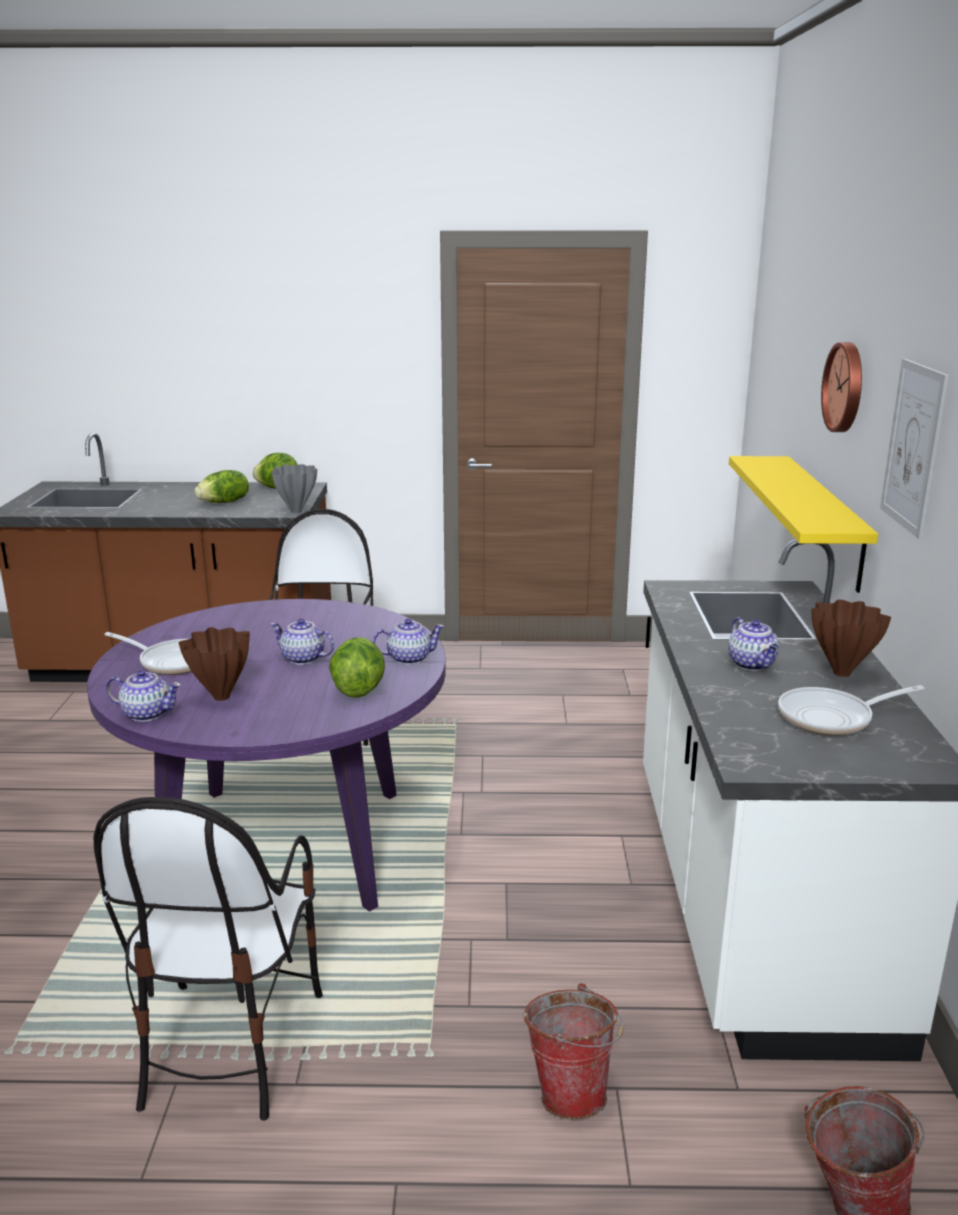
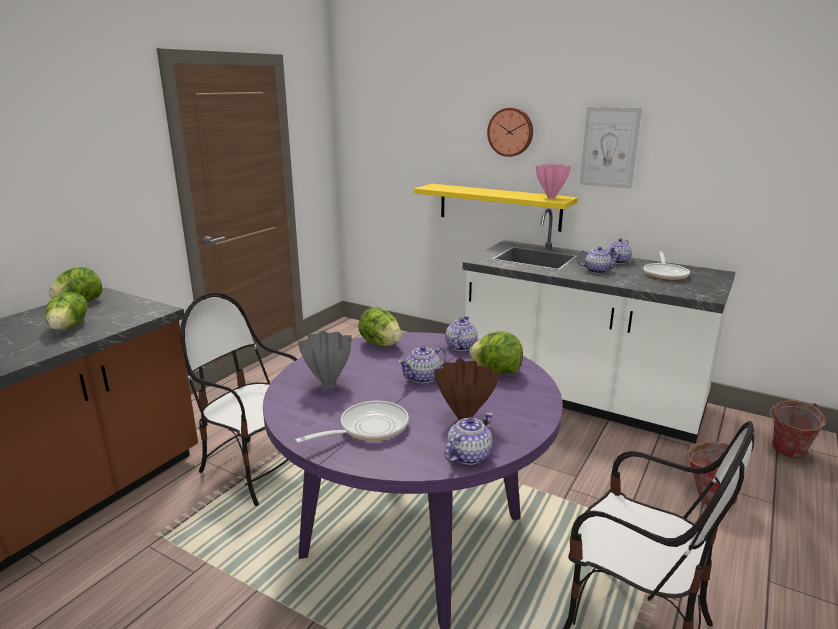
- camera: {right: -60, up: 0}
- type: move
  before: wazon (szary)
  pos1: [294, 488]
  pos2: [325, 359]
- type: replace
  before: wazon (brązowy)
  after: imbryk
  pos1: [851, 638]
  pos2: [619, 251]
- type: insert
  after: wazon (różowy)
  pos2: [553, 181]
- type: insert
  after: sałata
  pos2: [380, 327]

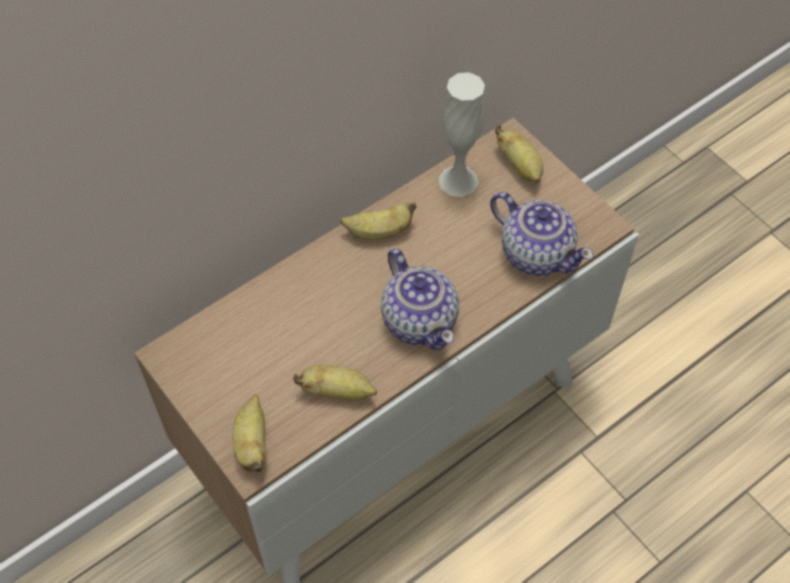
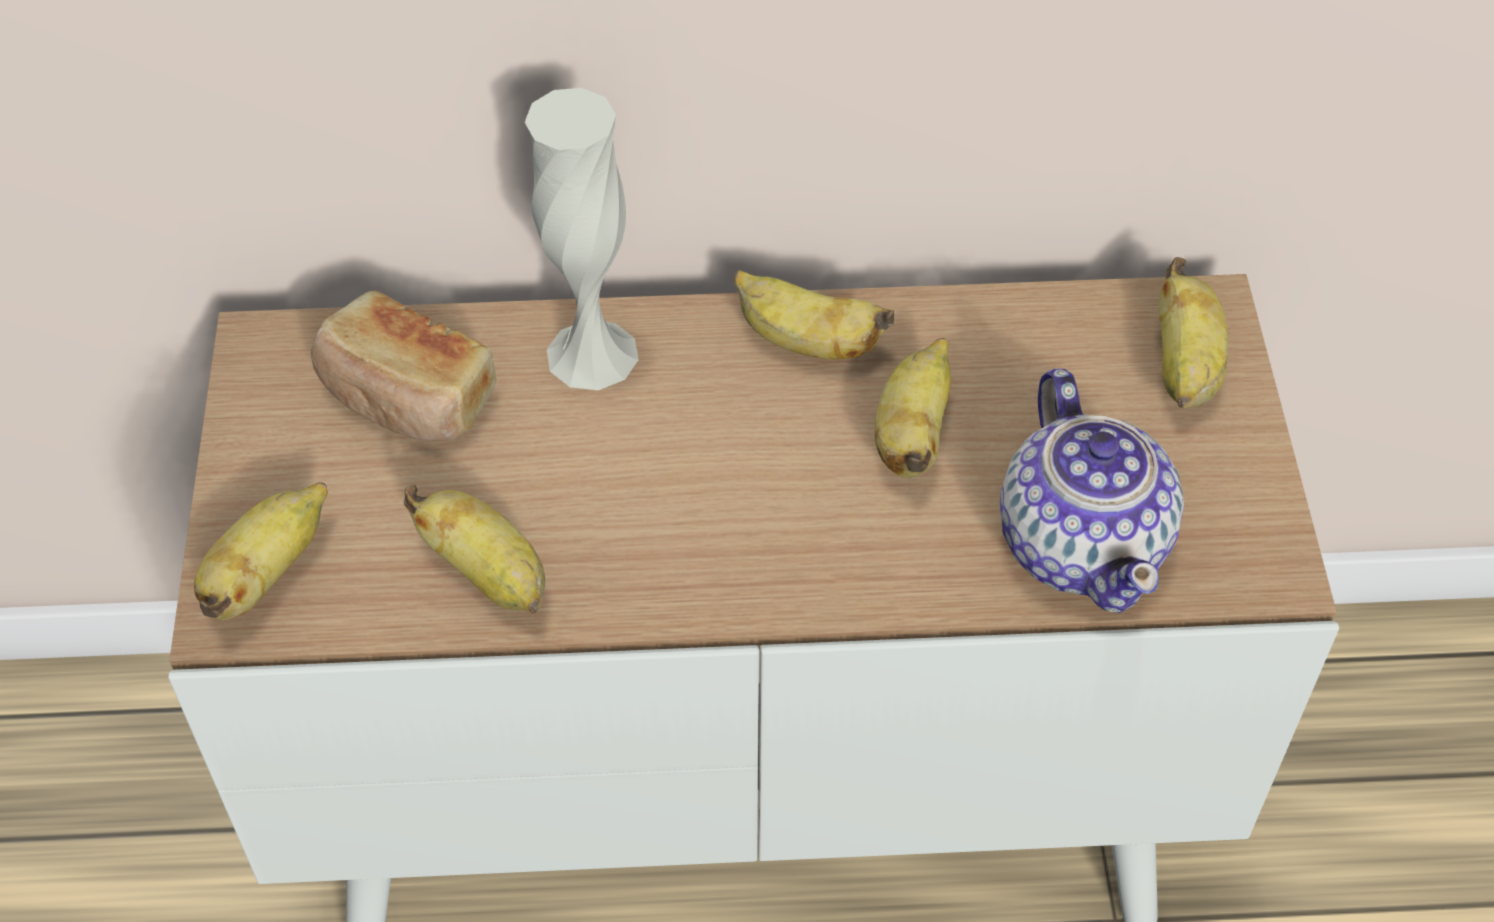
- camera: {right: 35, up: -5}
- type: move
  before: wazon (biały)
  pos1: [462, 134]
  pos2: [582, 239]
- type: delete
  before: imbryk
  pos1: [420, 299]
- type: insert
  after: chleb
  pos2: [404, 365]
- type: insert
  after: banan
  pos2: [912, 408]

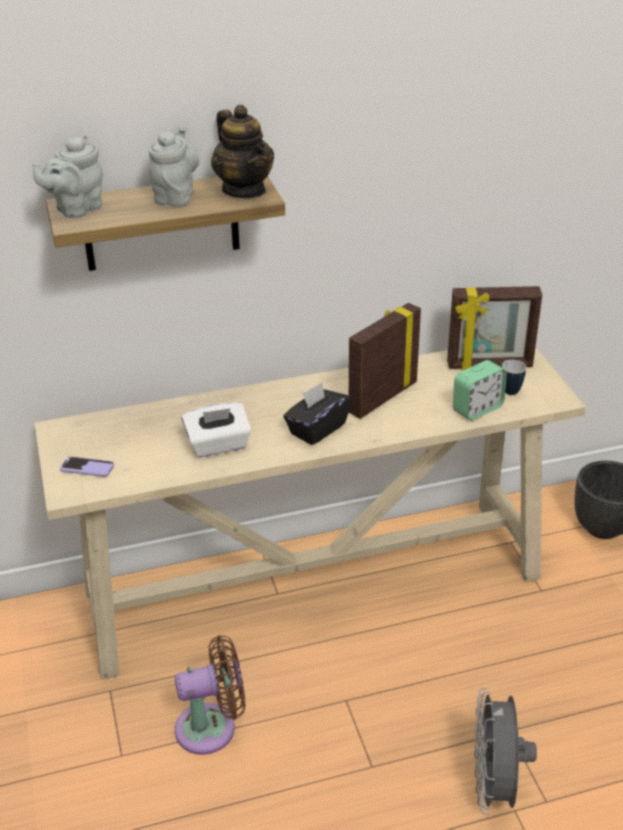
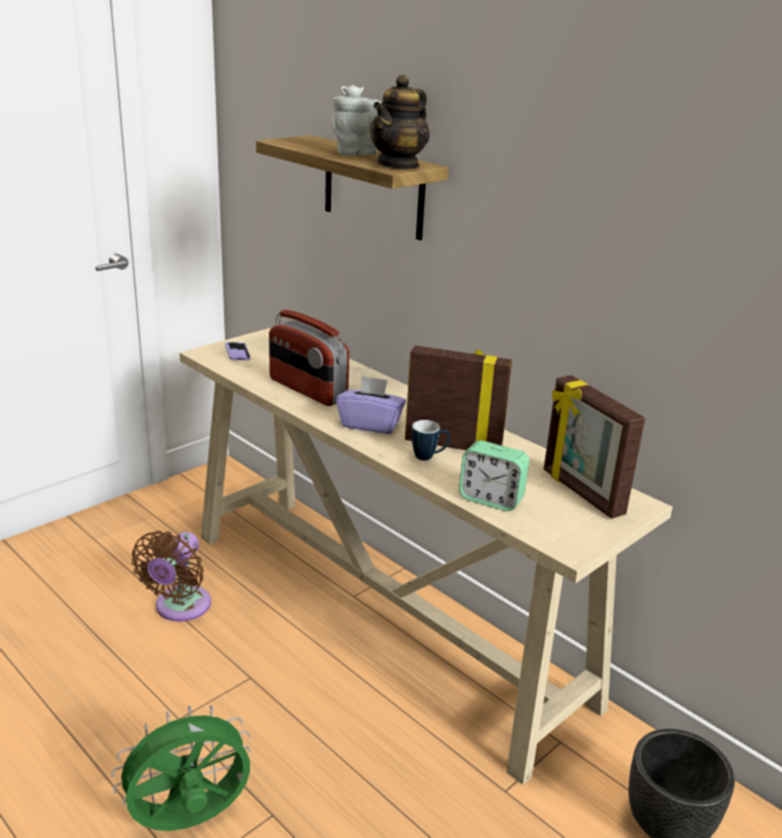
- camera: {right: 60, up: -10}
- type: delete
  before: imbryk (szary)
  pos1: [68, 176]
- type: move
  before: kubek
  pos1: [514, 377]
  pos2: [431, 440]
- type: recolor
  before: pudełko chusteczek (czarny)
  after: pudełko chusteczek (fioletowy)
  pos1: [317, 413]
  pos2: [371, 404]
- type: replace
  before: pudełko chusteczek (biały)
  after: radio
  pos1: [217, 430]
  pos2: [309, 358]
- type: rotate
  before: wentylator (brązowy)
  pos1: [210, 695]
  pos2: [171, 576]
  turn: 60
- type: recolor
  before: wentylator (szary)
  after: wentylator (zielony)
  pos1: [505, 751]
  pos2: [181, 768]

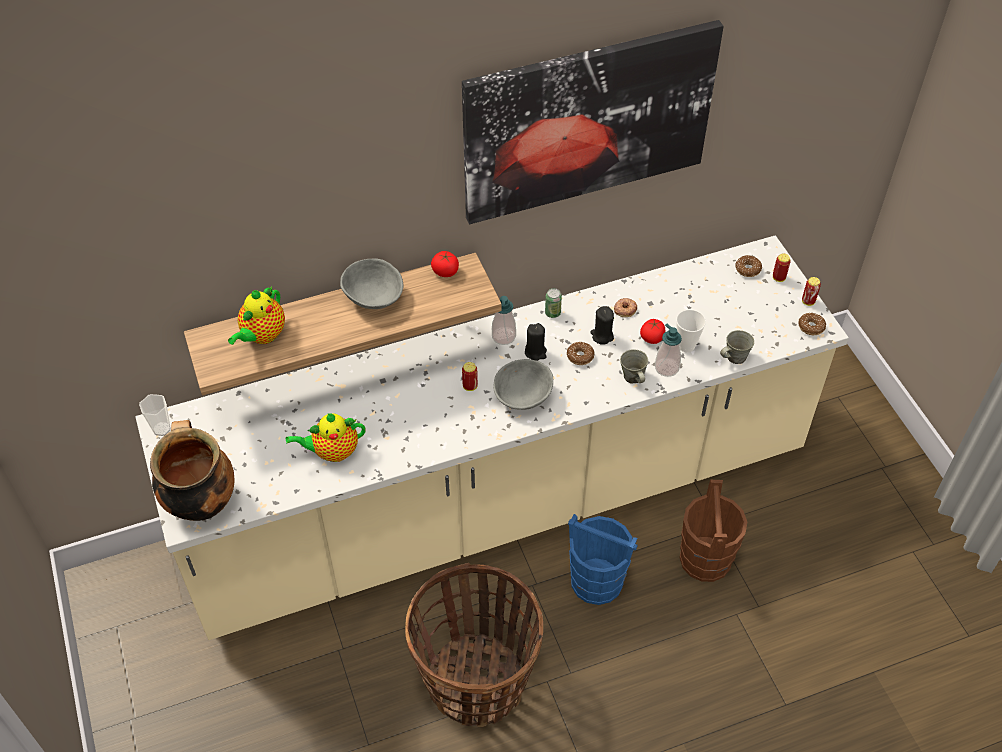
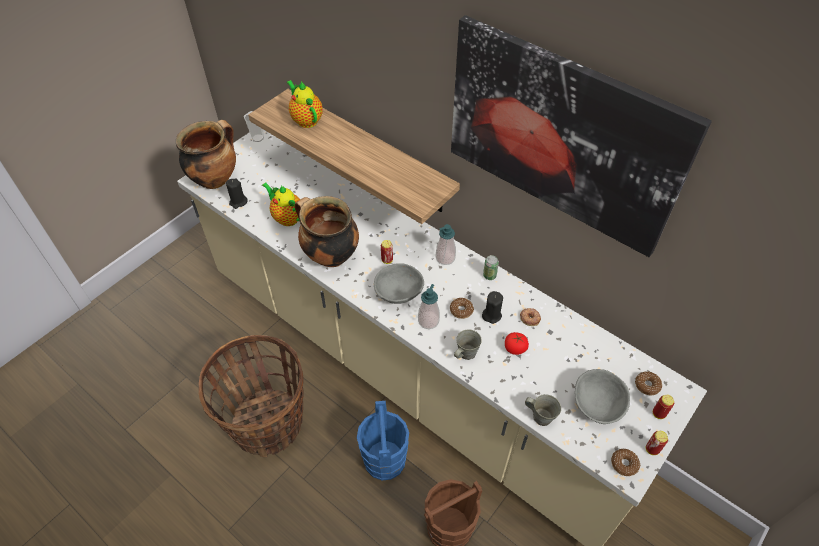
- camera: {right: 60, up: 0}
- type: delete
  before: pomidor
  pos1: [445, 264]
- type: move
  before: miska (szary)
  pos1: [371, 284]
  pos2: [602, 396]
- type: rotate
  before: imbryk
  pos1: [256, 315]
  pos2: [305, 104]
  turn: 60
- type: delete
  before: filiżanka
  pos1: [691, 330]
- type: move
  before: świeca (czarny)
  pos1: [536, 342]
  pos2: [237, 194]
- type: move
  before: dozownik mydła
  pos1: [668, 350]
  pos2: [429, 306]
- type: insert
  after: garnek
  pos2: [327, 231]

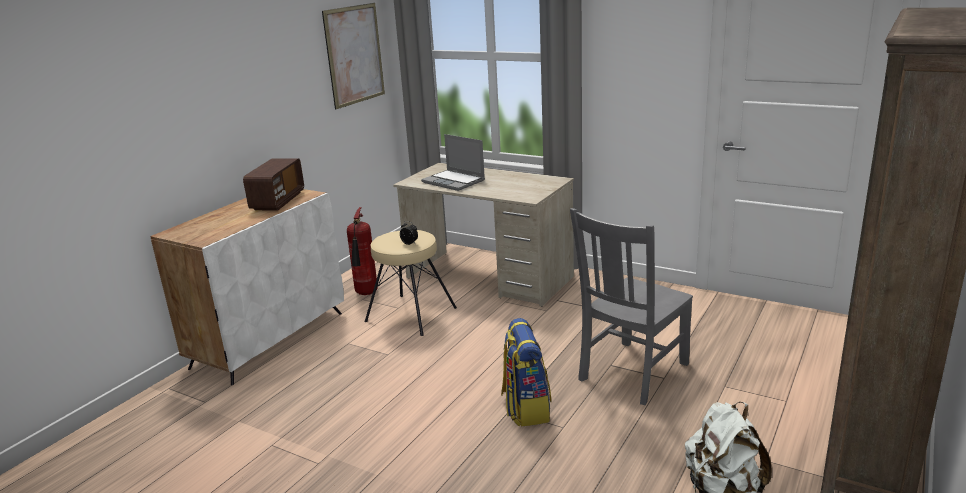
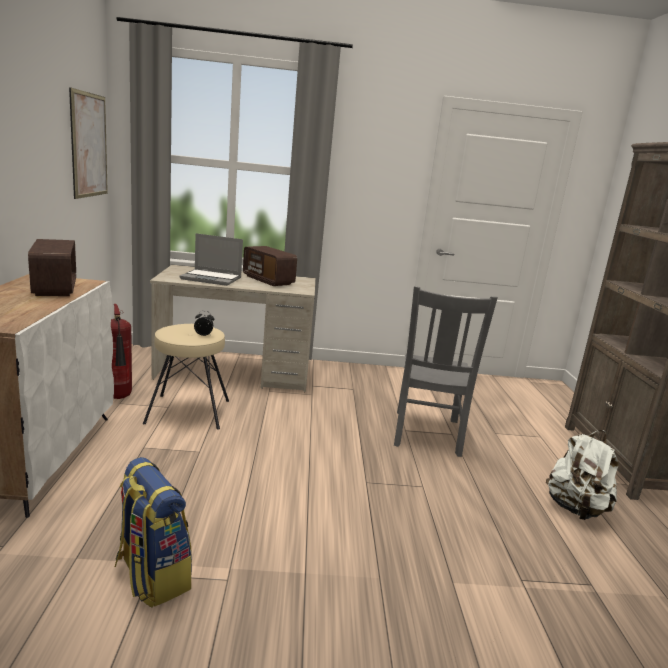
- camera: {right: -35, up: -5}
- type: move
  before: plecak
  pos1: [526, 372]
  pos2: [153, 532]
- type: insert
  after: radio
  pos2: [270, 266]

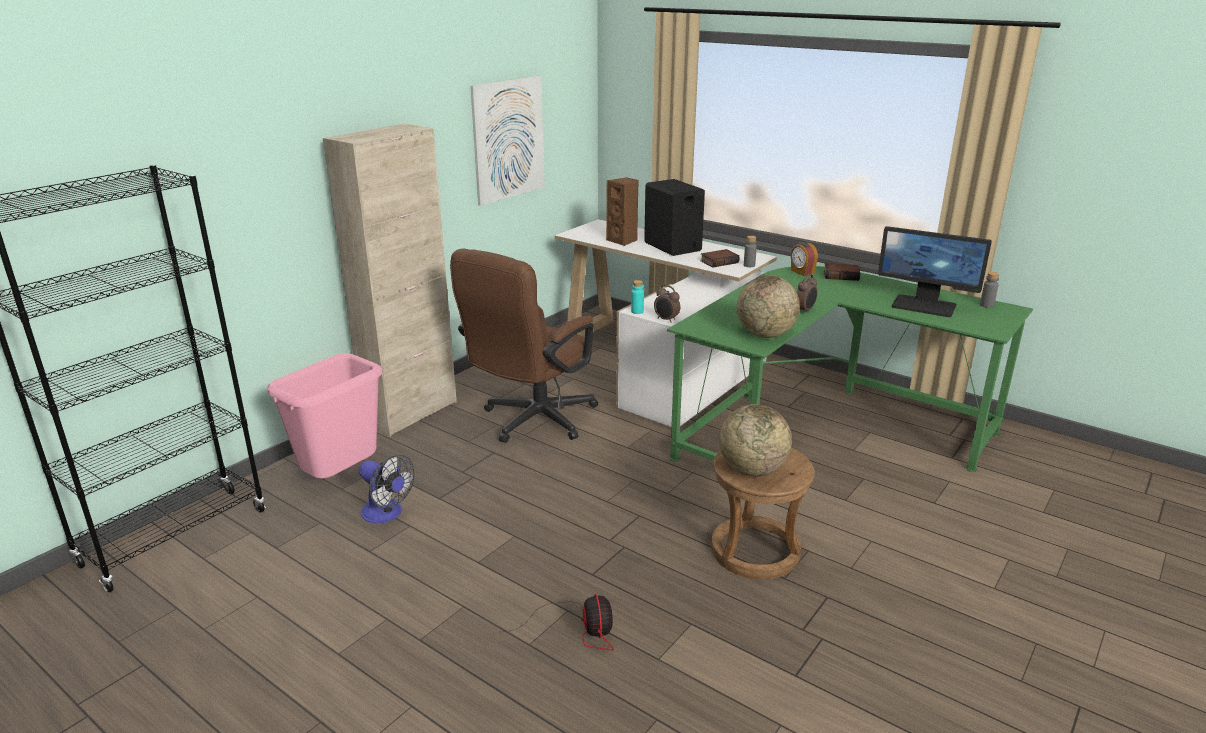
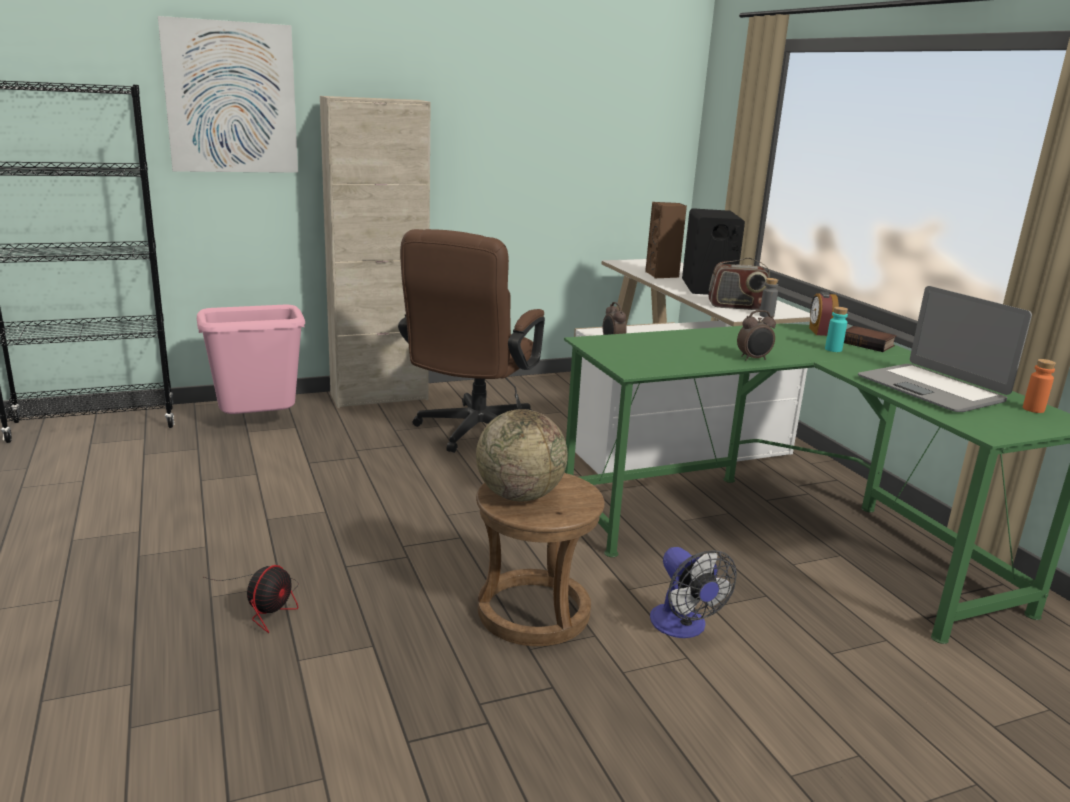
- camera: {right: 30, up: -5}
- type: move
  before: obraz
  pos1: [507, 141]
  pos2: [228, 94]
- type: replace
  before: monitor
  after: laptop
  pos1: [935, 271]
  pos2: [945, 349]
- type: rotate
  before: krzesło biurowe (brązowy)
  pos1: [524, 346]
  pos2: [471, 341]
  turn: -45
- type: replace
  before: książka
  after: radio
  pos1: [720, 258]
  pos2: [739, 284]
- type: recolor
  before: butelka (szary)
  after: butelka (pomarańczowy)
  pos1: [989, 290]
  pos2: [1039, 386]
- type: delete
  before: globus
  pos1: [768, 306]
- type: move
  before: butelka (turkusowy)
  pos1: [637, 297]
  pos2: [836, 329]
- type: move
  before: wentylator
  pos1: [387, 489]
  pos2: [693, 592]

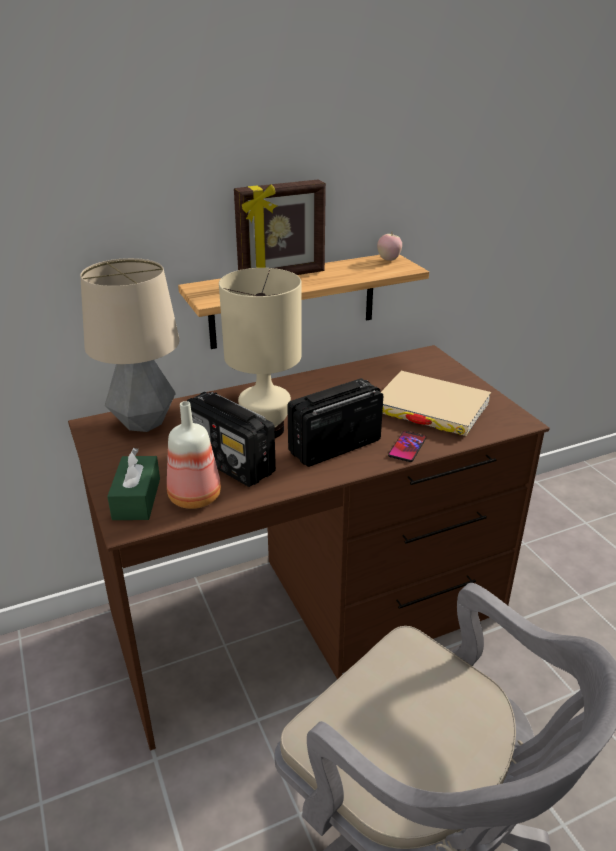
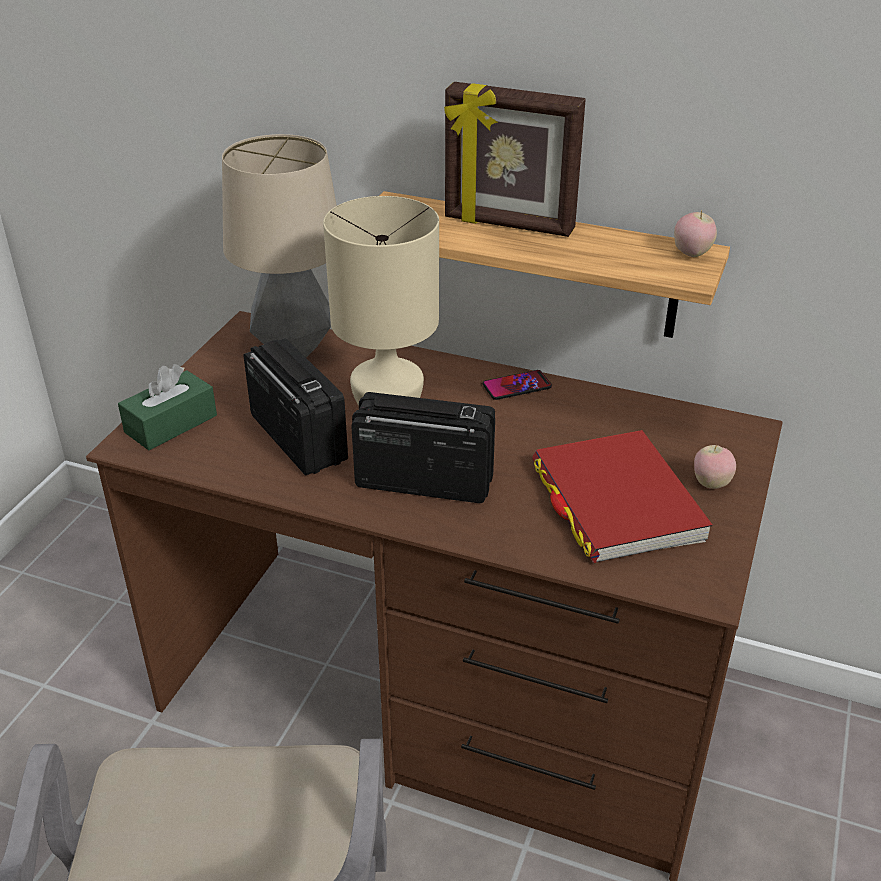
- camera: {right: 45, up: 5}
- type: recolor
  before: książka (beżowy)
  after: książka (czerwony)
  pos1: [436, 403]
  pos2: [622, 496]
- type: rotate
  before: radio
  pos1: [231, 439]
  pos2: [296, 407]
  turn: 150
- type: delete
  before: butelka
  pos1: [194, 455]
- type: move
  before: telefon
  pos1: [407, 446]
  pos2: [517, 385]
- type: insert
  after: jabłko
  pos2: [715, 467]

